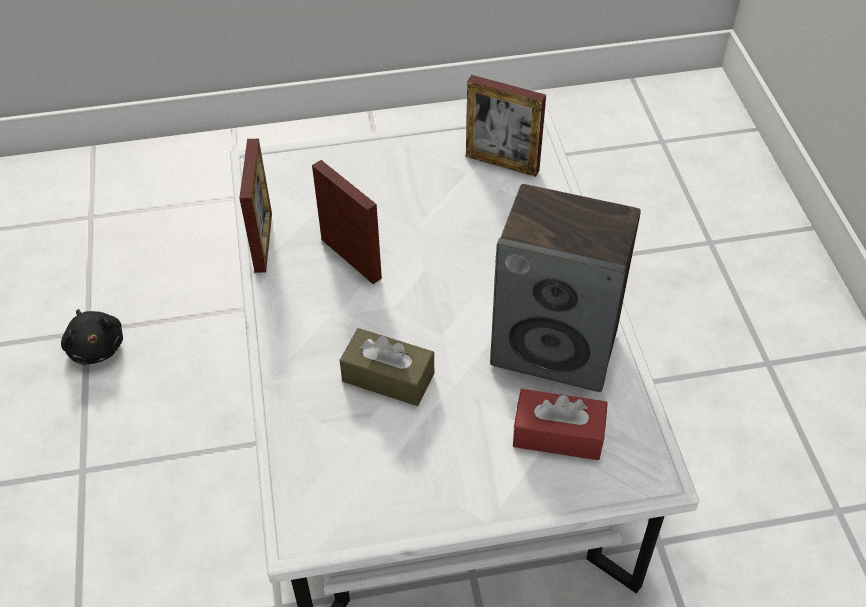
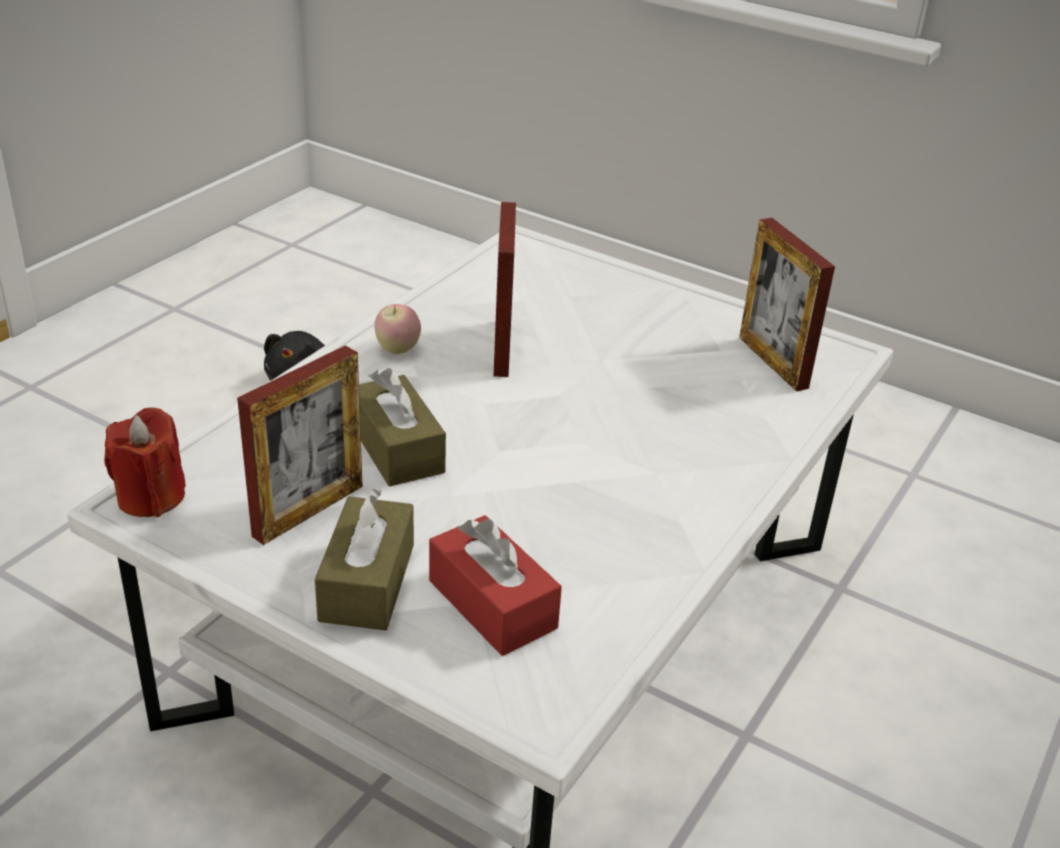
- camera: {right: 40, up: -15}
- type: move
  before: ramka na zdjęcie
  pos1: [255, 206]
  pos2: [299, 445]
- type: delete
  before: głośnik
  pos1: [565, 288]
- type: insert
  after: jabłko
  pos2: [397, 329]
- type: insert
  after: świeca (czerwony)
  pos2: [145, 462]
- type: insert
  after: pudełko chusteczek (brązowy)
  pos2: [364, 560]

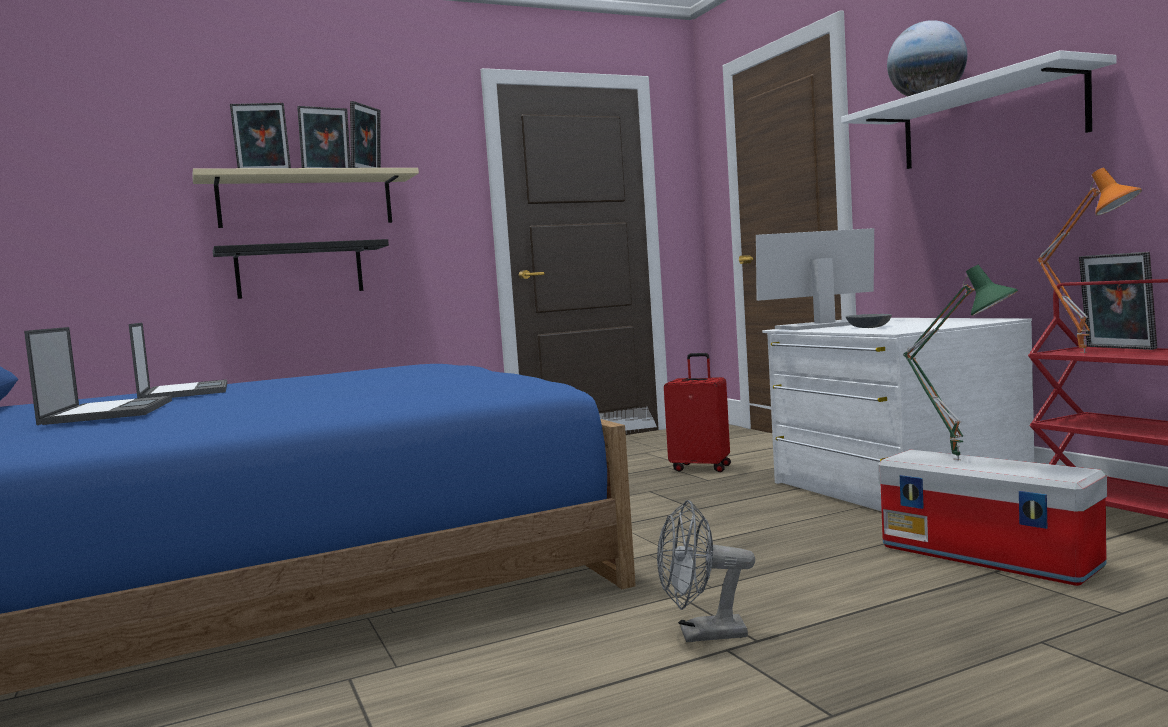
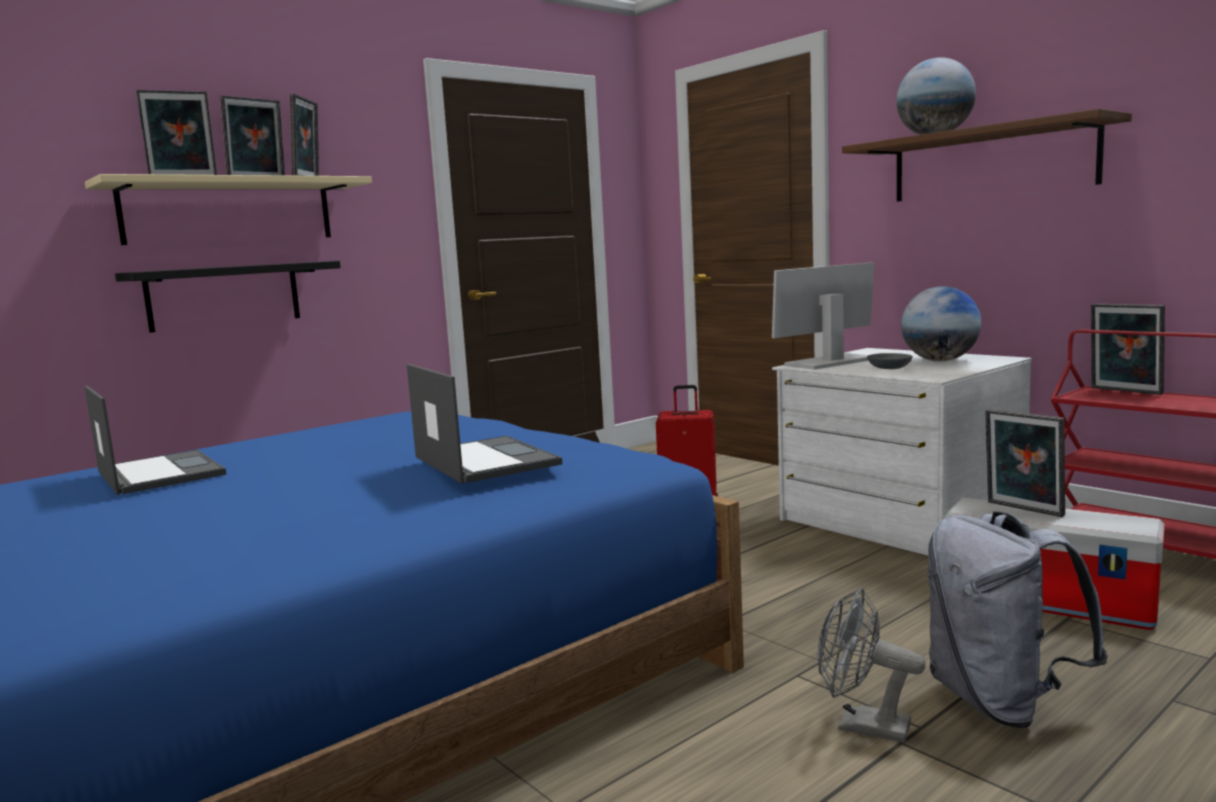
- camera: {right: -15, up: 5}
- type: recolor
  before: półka (biały)
  after: półka (brązowy)
  pos1: [979, 109]
  pos2: [987, 155]
- type: delete
  before: lampa stołowa (pomarańczowy)
  pos1: [1089, 260]
- type: replace
  before: lampa stołowa (zielony)
  after: ramka na zdjęcie
  pos1: [960, 363]
  pos2: [1025, 463]
- type: move
  before: laptop
  pos1: [98, 376]
  pos2: [484, 424]
- type: rotate
  before: wentylator (szary)
  pos1: [706, 571]
  pos2: [872, 665]
  turn: 45
- type: insert
  after: globus
  pos2: [941, 323]
- type: insert
  after: plecak (szary)
  pos2: [1017, 619]

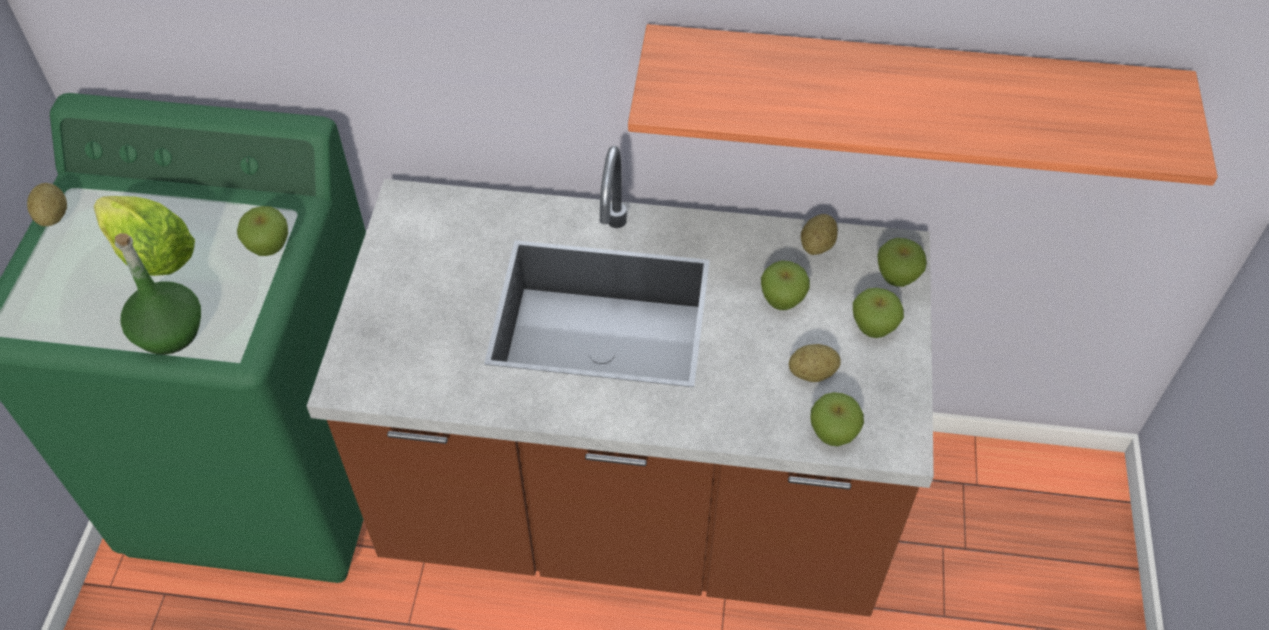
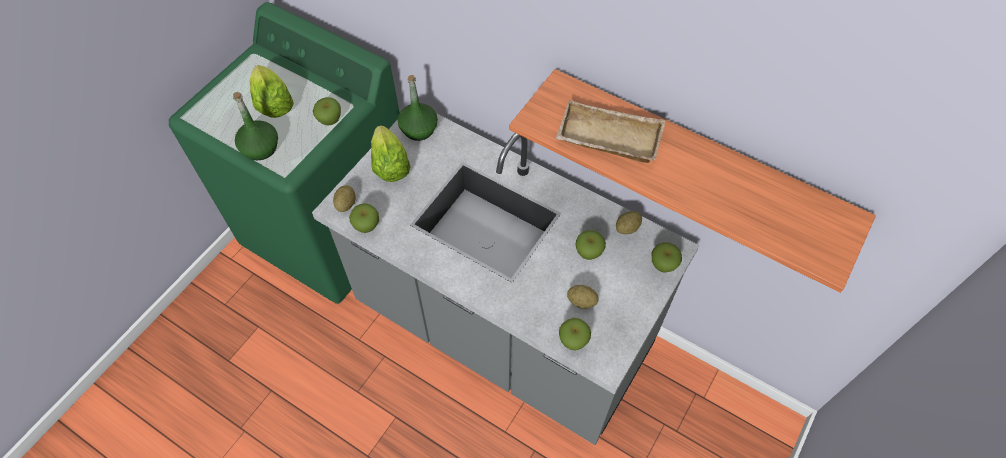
- camera: {right: 25, up: 5}
- type: recolor
  before: zabudowa kuchenna (brązowy)
  after: zabudowa kuchenna (szary)
  pos1: [620, 381]
  pos2: [505, 279]
- type: move
  before: ziemniak
  pos1: [47, 204]
  pos2: [344, 198]
- type: move
  before: jabłko
  pos1: [878, 313]
  pos2: [364, 218]
- type: insert
  after: butelka (zielony)
  pos2: [418, 108]
- type: insert
  after: taca (beżowy)
  pos2: [610, 131]
- type: insert
  after: sałata
  pos2: [391, 153]

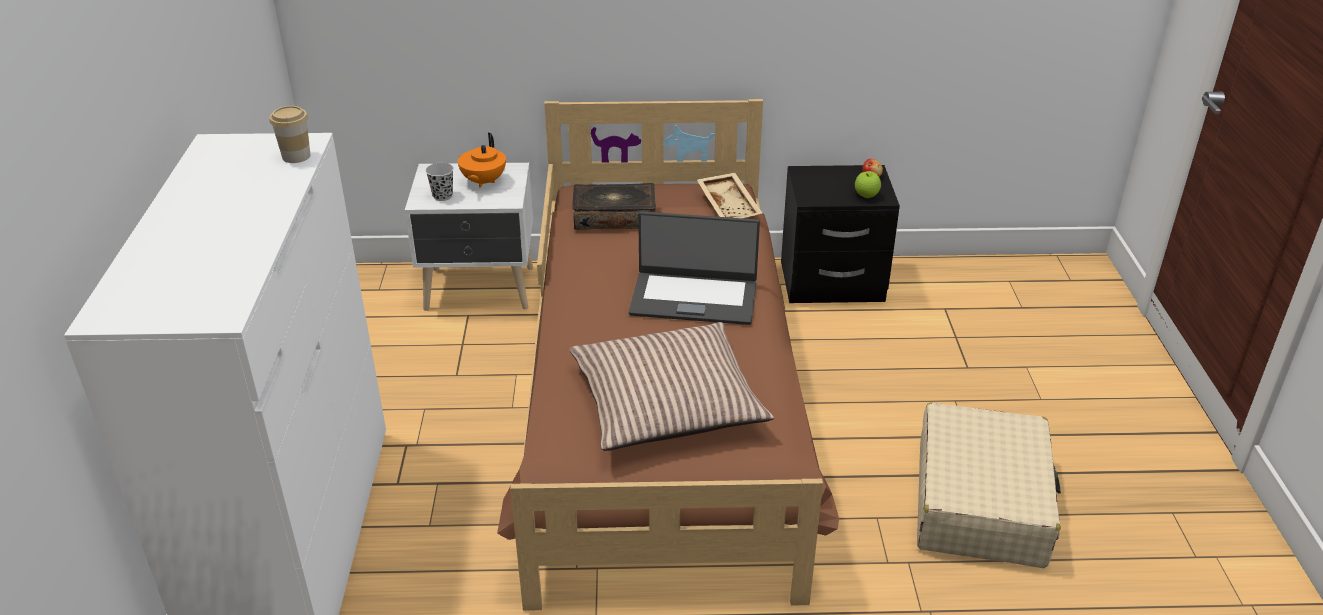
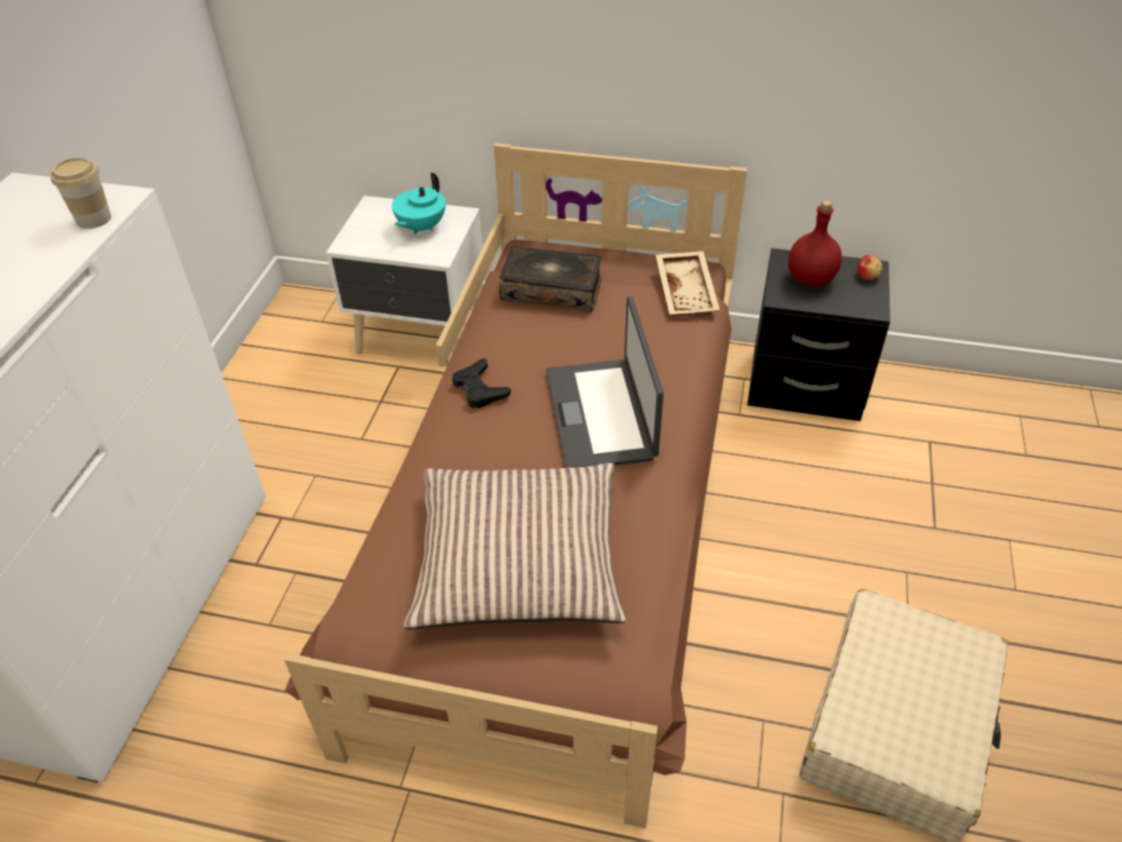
- camera: {right: 15, up: 10}
- type: recolor
  before: imbryk (pomarańczowy)
  after: imbryk (turkusowy)
  pos1: [482, 160]
  pos2: [419, 203]
- type: delete
  before: filiżanka (czarny)
  pos1: [439, 182]
- type: delete
  before: jabłko
  pos1: [868, 184]
- type: rotate
  before: laptop
  pos1: [694, 268]
  pos2: [605, 382]
  turn: 60
- type: insert
  after: butelka (czerwony)
  pos2: [815, 243]
- type: insert
  after: pad do gier (czarny)
  pos2: [481, 383]

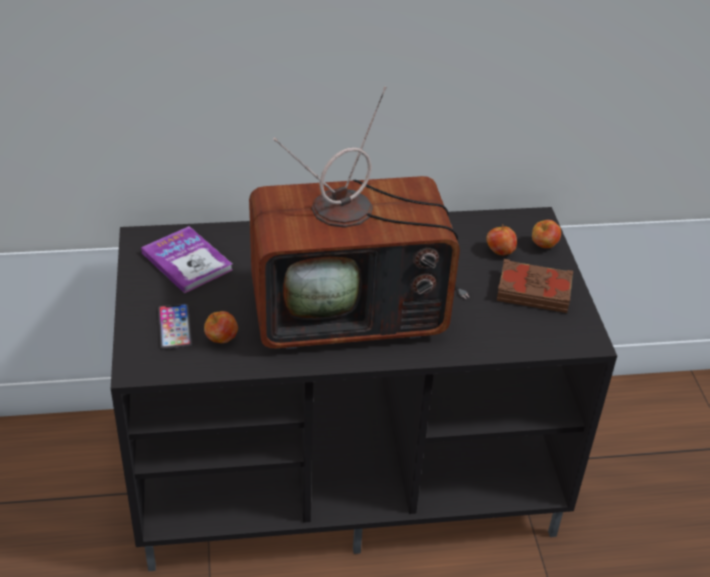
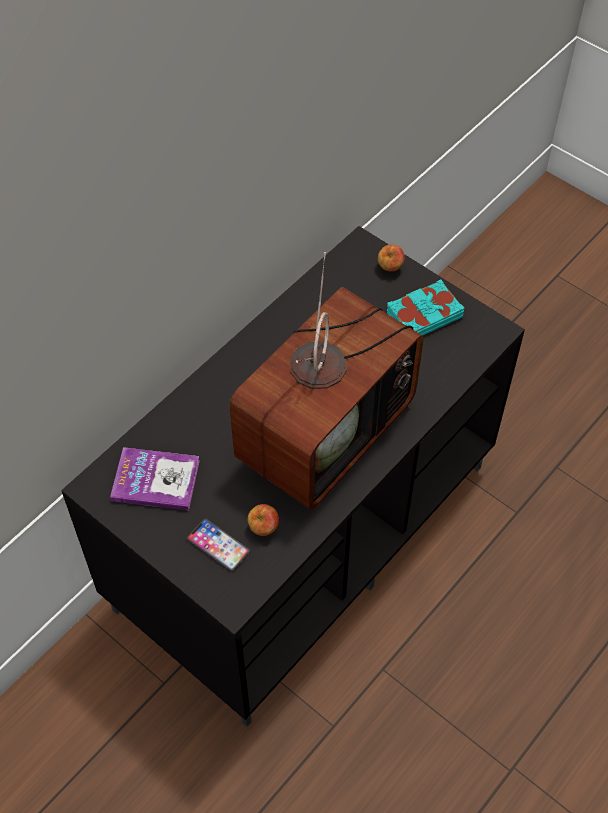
- camera: {right: -40, up: 15}
- type: delete
  before: jabłko
  pos1: [501, 240]
- type: recolor
  before: książka (brązowy)
  after: książka (turkusowy)
  pos1: [535, 286]
  pos2: [425, 307]

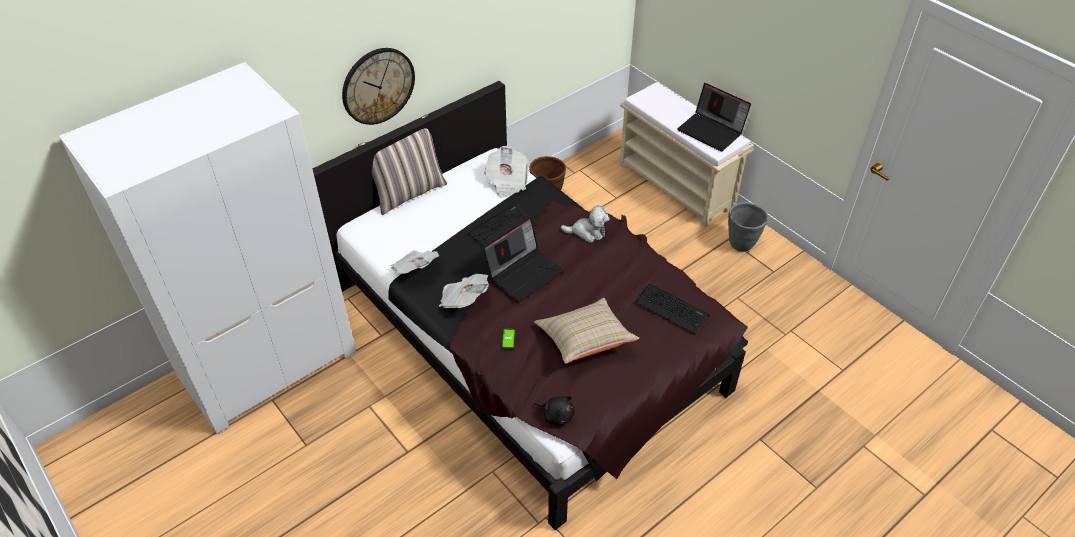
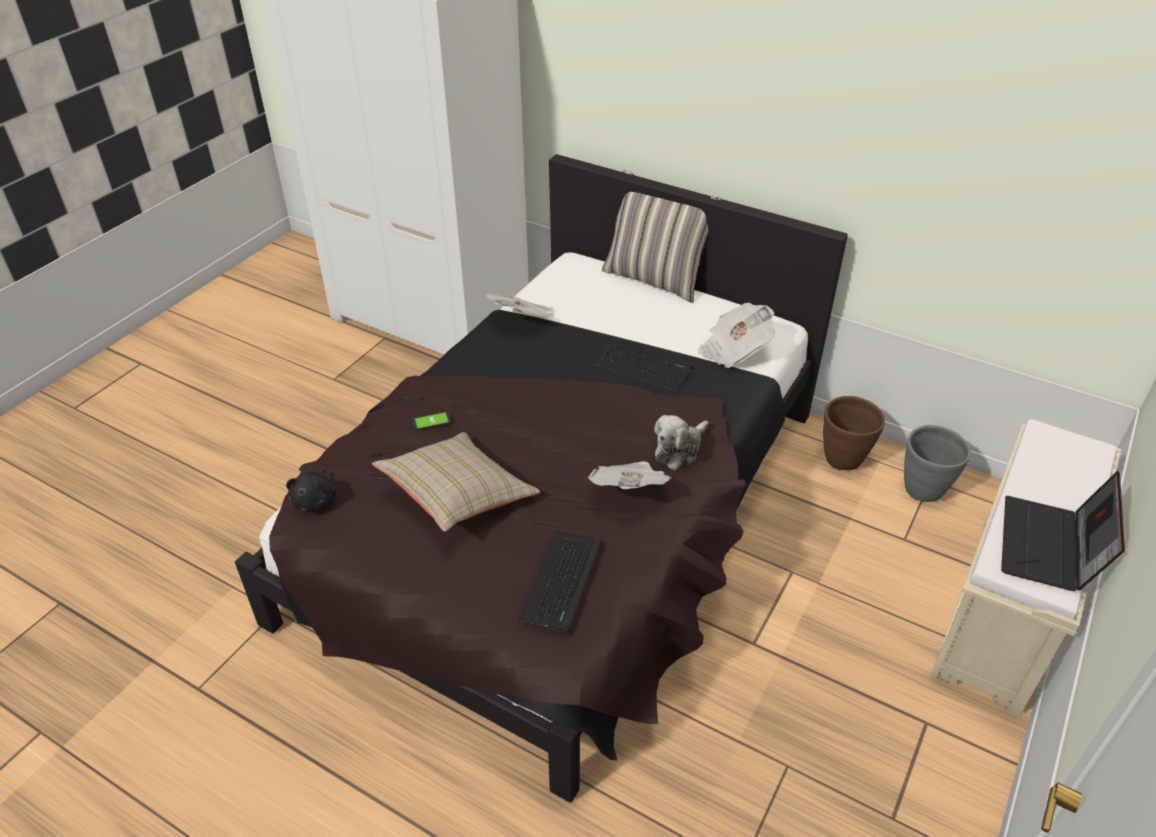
- camera: {right: 70, up: -5}
- type: delete
  before: zegar ścienny
  pos1: [378, 86]
- type: move
  before: donica (szary)
  pos1: [748, 227]
  pos2: [937, 463]
- type: rotate
  before: pluszak
  pos1: [585, 224]
  pos2: [681, 443]
  turn: 60
- type: delete
  before: laptop
  pos1: [524, 259]
- type: move
  before: gazeta
  pos1: [464, 291]
  pos2: [629, 475]

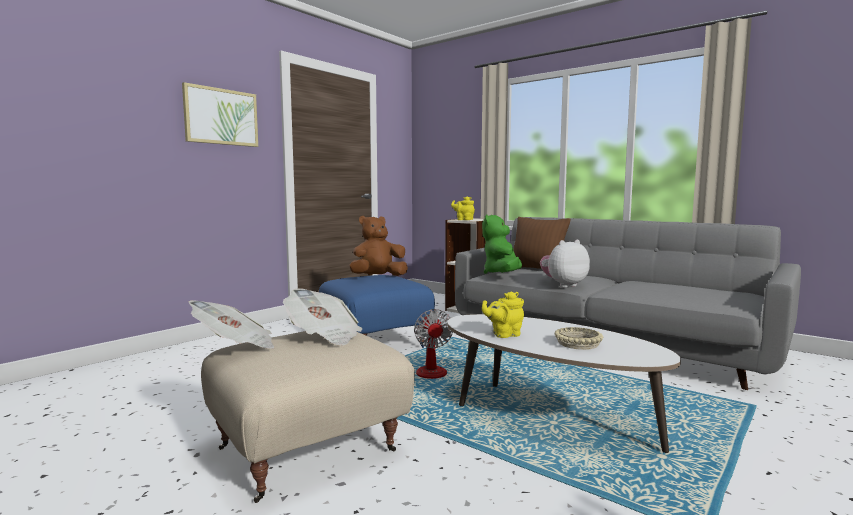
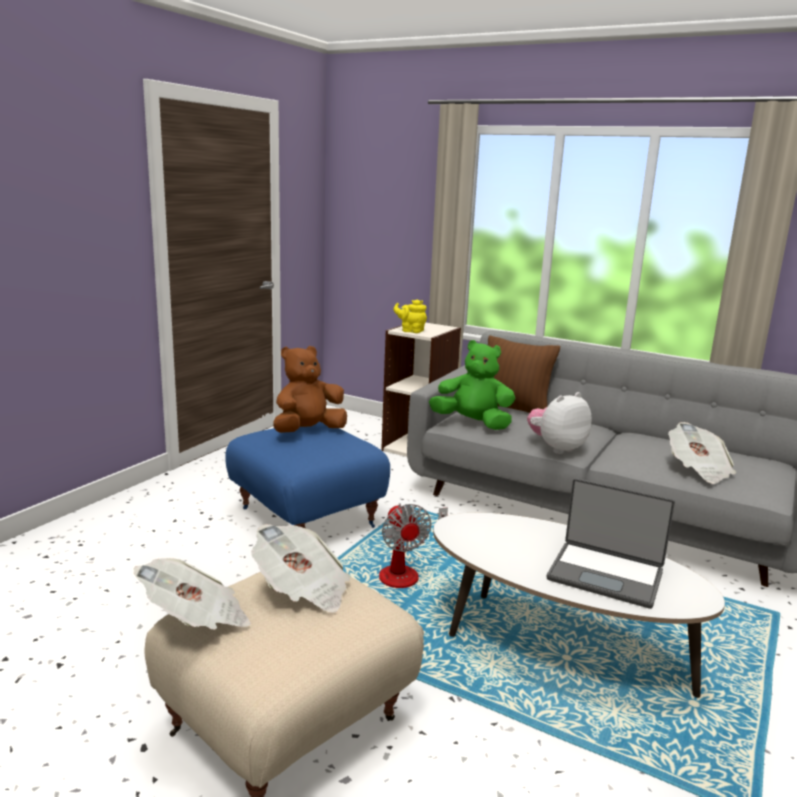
- camera: {right: -10, up: 10}
- type: delete
  before: obraz
  pos1: [220, 114]
- type: rotate
  before: pluszak (zielony)
  pos1: [502, 244]
  pos2: [472, 385]
  turn: 105
- type: delete
  before: imbryk (żółty)
  pos1: [503, 315]
- type: replace
  before: miska (beżowy)
  after: laptop
  pos1: [578, 338]
  pos2: [611, 543]
- type: insert
  after: gazeta
  pos2: [702, 453]

